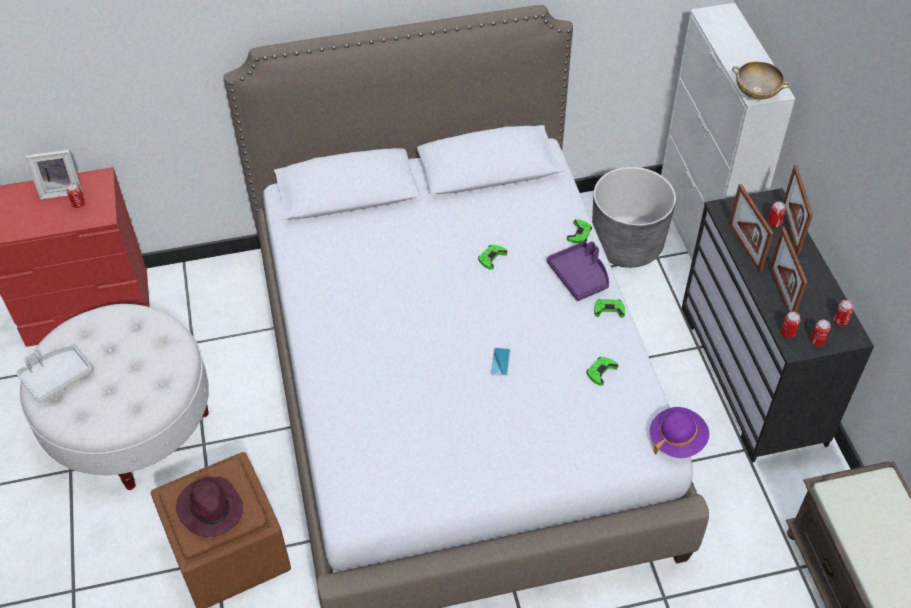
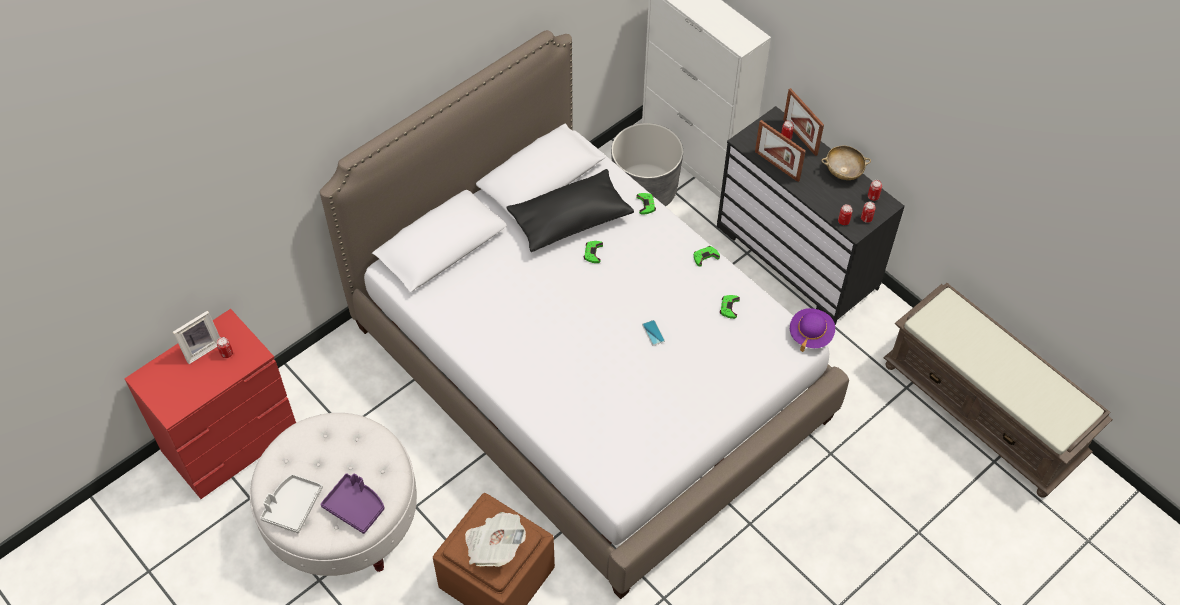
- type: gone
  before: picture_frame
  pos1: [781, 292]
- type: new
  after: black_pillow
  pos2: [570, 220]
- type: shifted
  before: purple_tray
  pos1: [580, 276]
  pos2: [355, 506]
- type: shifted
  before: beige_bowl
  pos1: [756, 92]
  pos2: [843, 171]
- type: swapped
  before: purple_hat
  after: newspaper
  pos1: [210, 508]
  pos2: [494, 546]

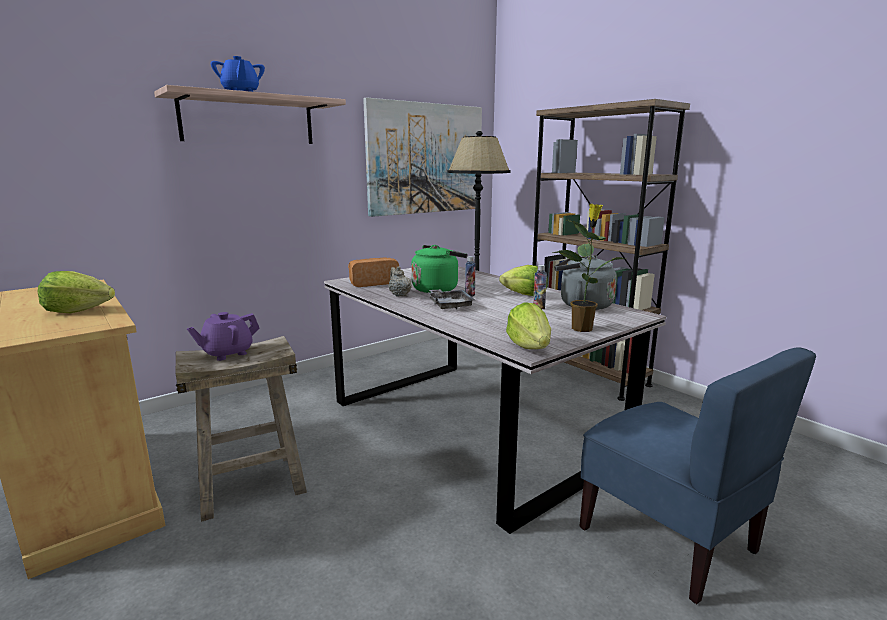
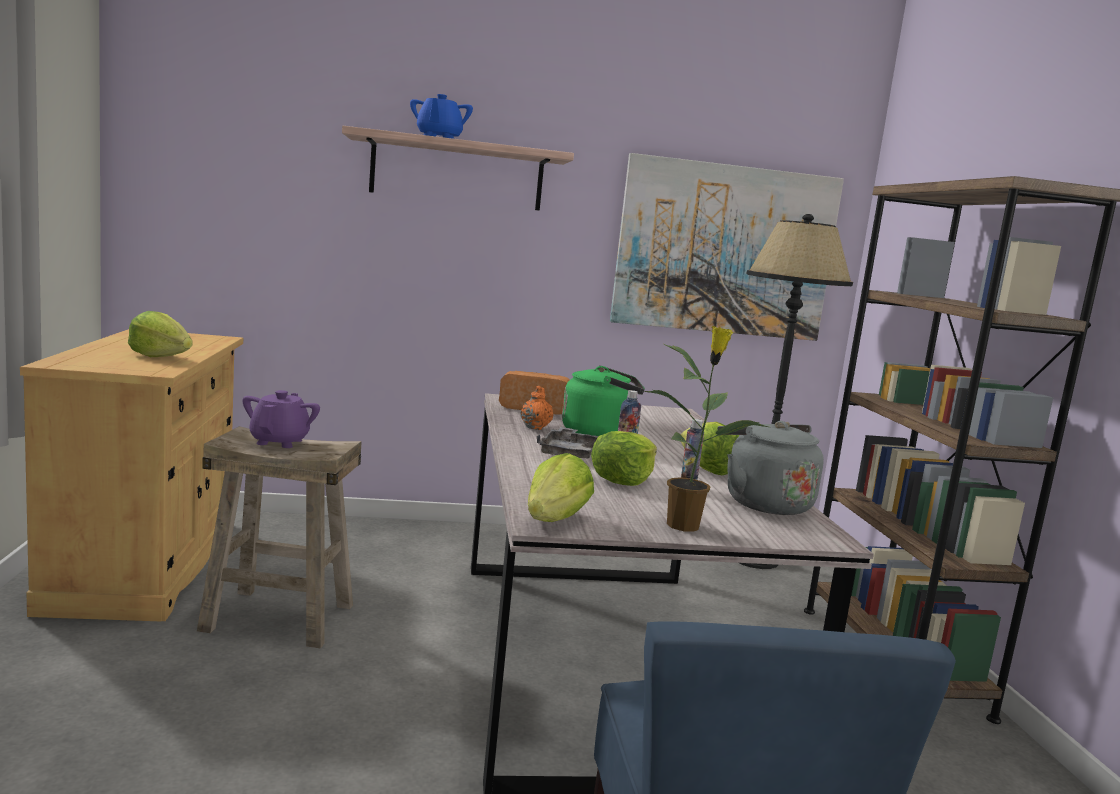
- type: new
  after: lettuce
  pos2: [623, 479]
- type: repainted
  before: beige_teapot
  after: orange_teapot
  pos1: [399, 295]
  pos2: [535, 427]
- type: rotated
  before: purple_teapot
  pos1: [227, 353]
  pos2: [280, 441]
  turn: 105

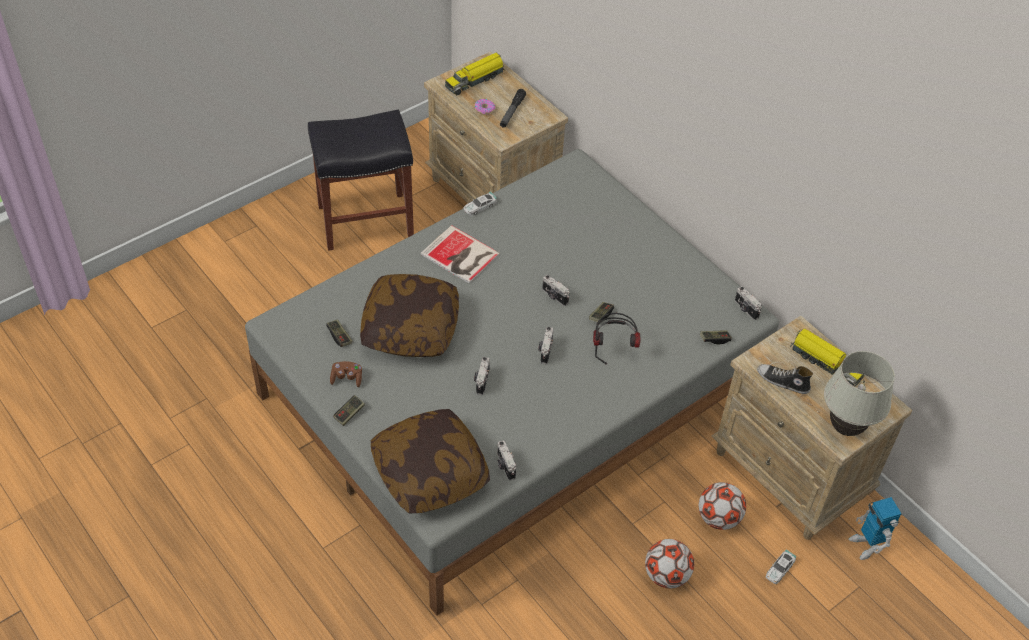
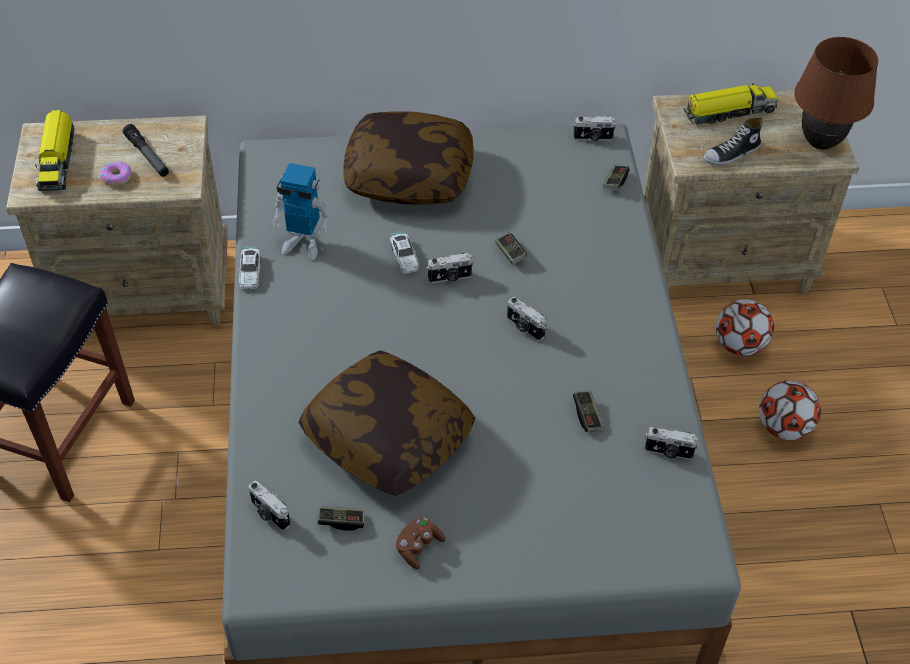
- type: gone
  before: book
  pos1: [460, 256]
- type: gone
  before: headphones
  pos1: [614, 348]
- type: shifted
  before: game_controller
  pos1: [349, 414]
  pos2: [587, 416]
- type: shifted
  before: pillow
  pos1: [430, 472]
  pos2: [409, 175]
- type: shifted
  before: photo_camera
  pos1: [481, 381]
  pos2: [269, 514]
- type: shifted
  before: toy_car
  pos1: [779, 569]
  pos2: [404, 257]
- type: shifted
  before: toy_robot
  pos1: [867, 545]
  pos2: [303, 244]
- type: repainted
  before: white_table_lamp
  after: brown_table_lamp
  pos1: [846, 428]
  pos2: [820, 143]

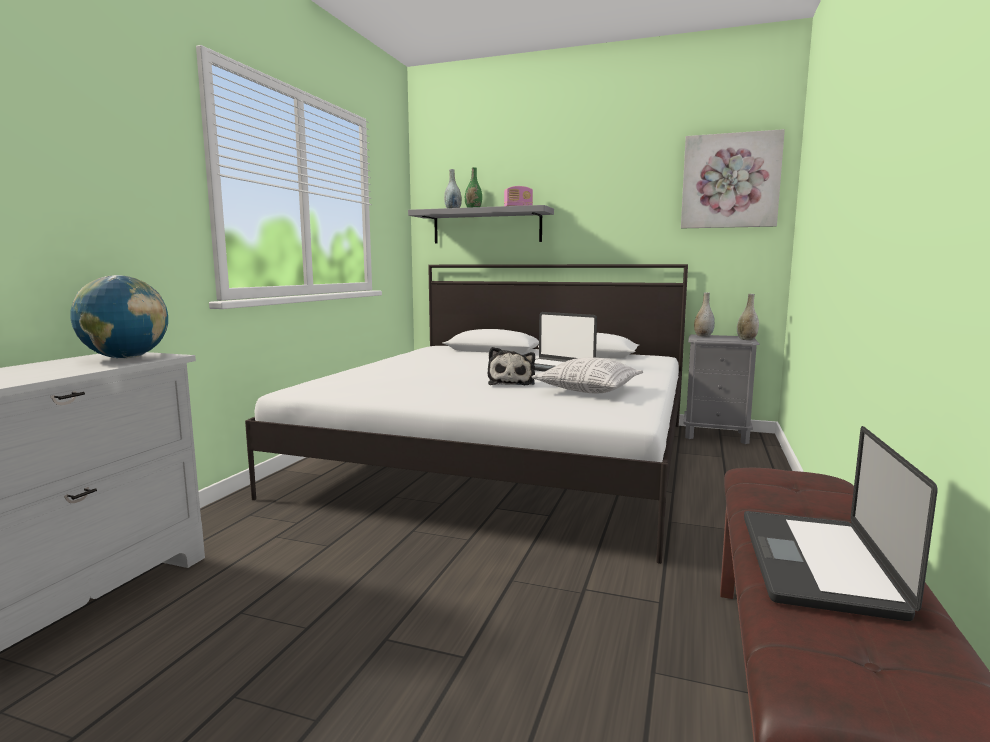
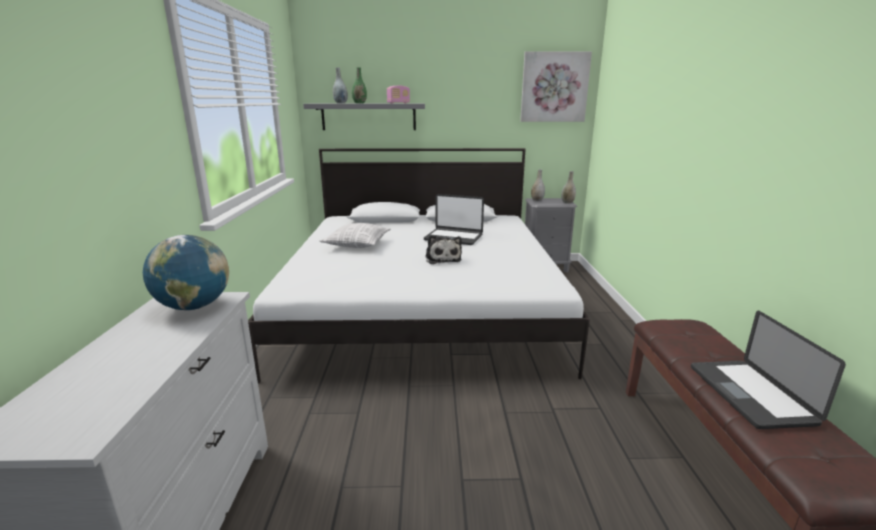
- type: shifted
  before: pillow
  pos1: [588, 390]
  pos2: [357, 244]

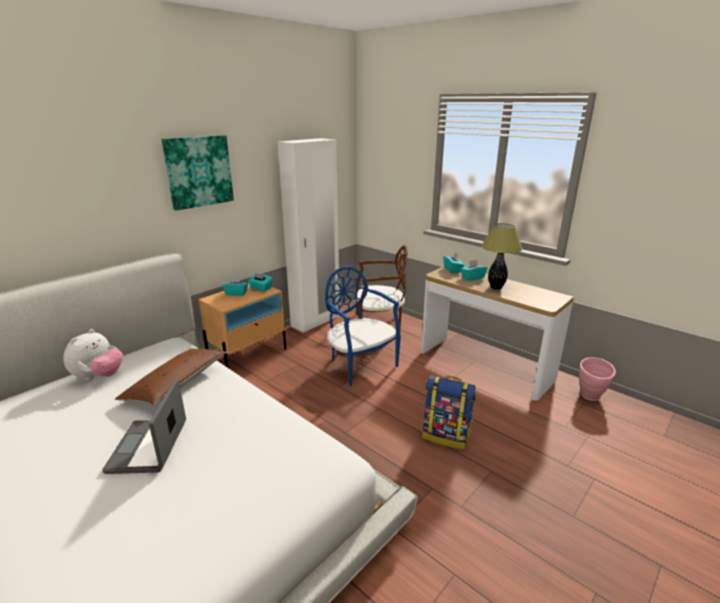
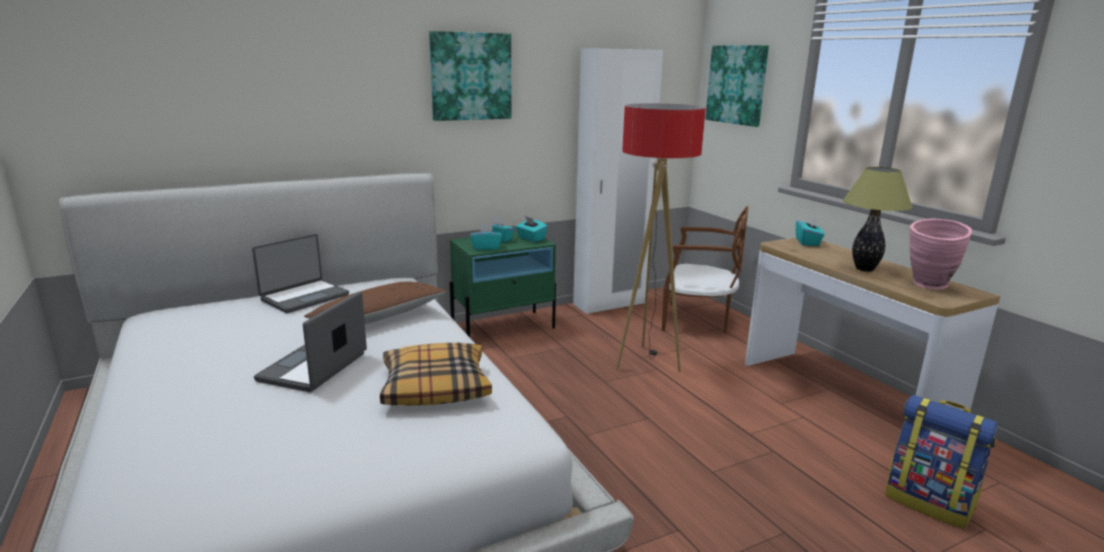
- type: new
  after: pillow
  pos2: [435, 386]
- type: new
  after: picture
  pos2: [737, 85]
- type: shifted
  before: backpack
  pos1: [446, 436]
  pos2: [929, 502]
- type: shifted
  before: turquoise_tissue_box
  pos1: [472, 278]
  pos2: [486, 247]
- type: shifted
  before: pink_vase
  pos1: [590, 398]
  pos2: [928, 286]
- type: swapped
  before: plush_toy
  after: laptop
  pos1: [99, 376]
  pos2: [304, 297]
- type: swapped
  before: blue_chair
  after: floor_lamp
  pos1: [360, 364]
  pos2: [646, 362]
- type: repainted
  before: beige_nightstand
  after: green_nightstand
  pos1: [248, 355]
  pos2: [504, 327]

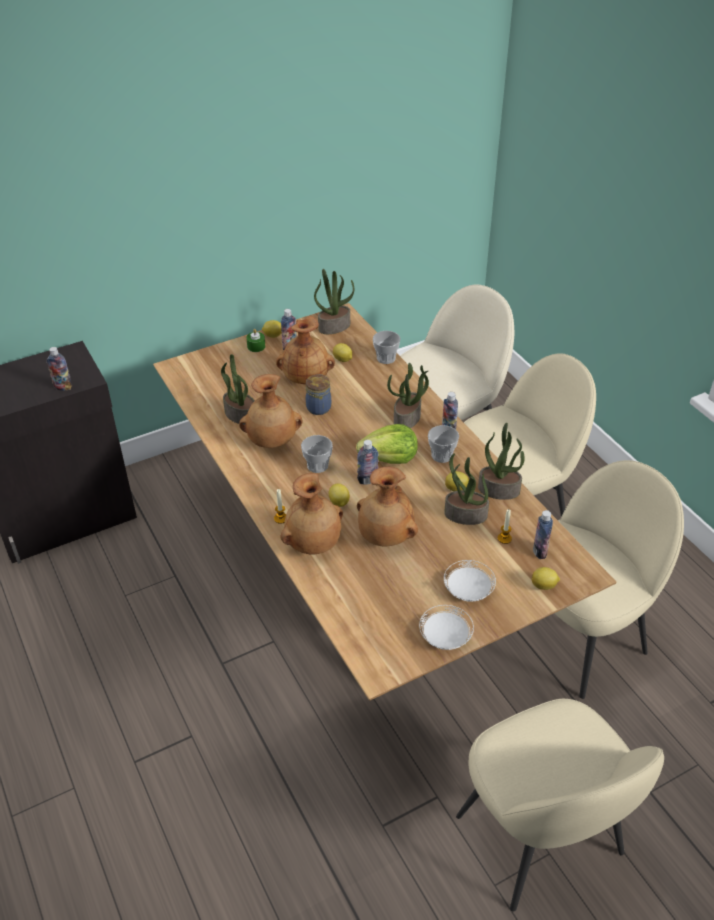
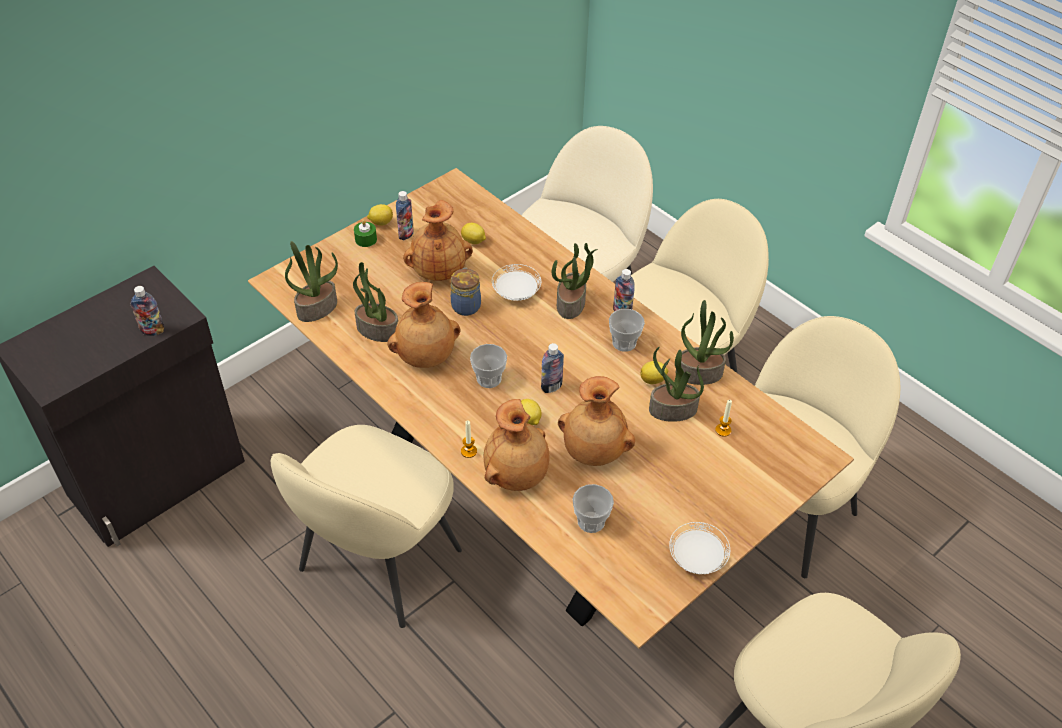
- type: gone
  before: lettuce
  pos1: [390, 458]
- type: gone
  before: lemon
  pos1: [544, 586]
- type: gone
  before: bottle
  pos1: [539, 551]
- type: new
  after: beige_chair
  pos2: [377, 563]
- type: shifted
  before: potted_plant
  pos1: [334, 326]
  pos2: [317, 308]
- type: shifted
  before: cup
  pos1: [386, 358]
  pos2: [591, 521]
- type: shifted
  before: white_plate
  pos1: [468, 590]
  pos2: [516, 292]

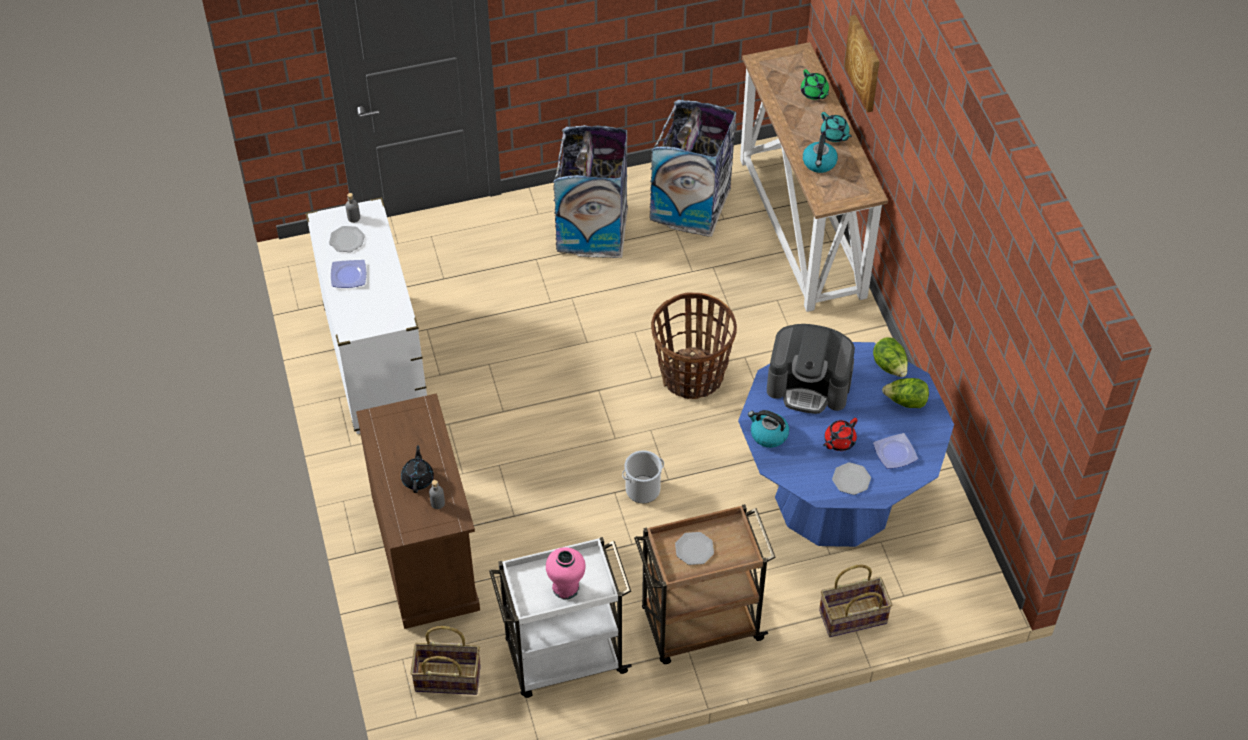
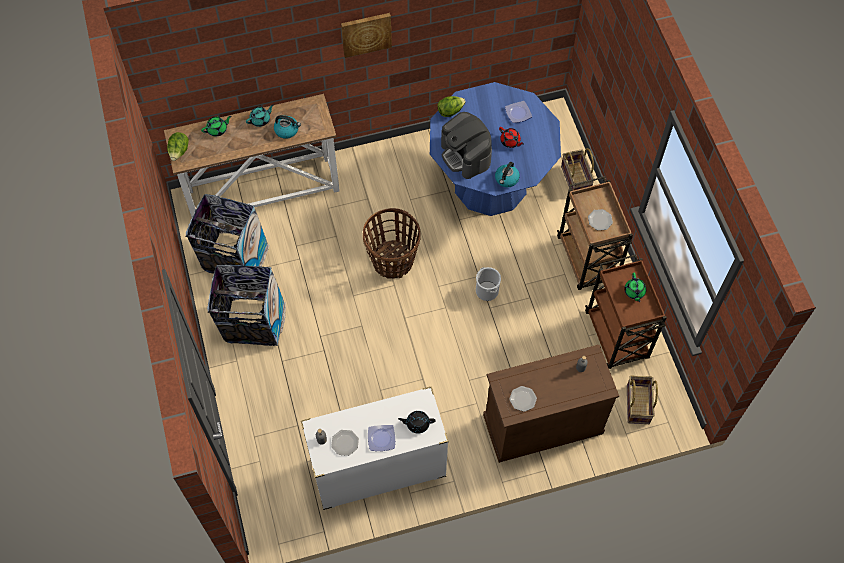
- type: shifted
  before: black_teapot
  pos1: [418, 478]
  pos2: [417, 423]
- type: shifted
  before: plate
  pos1: [851, 479]
  pos2: [522, 399]
- type: shifted
  before: picture
  pos1: [864, 63]
  pos2: [366, 33]
- type: shifted
  before: lettuce
  pos1: [905, 402]
  pos2: [179, 152]
- type: swapped
  before: pink_vase
  after: green_teapot
  pos1: [566, 587]
  pos2: [634, 292]
- type: repainted
  before: white_cart
  after: brown_cart
  pos1: [563, 658]
  pos2: [617, 336]
- type: rotated
  before: coffee_machine
  pos1: [809, 385]
  pos2: [466, 155]
  turn: 135

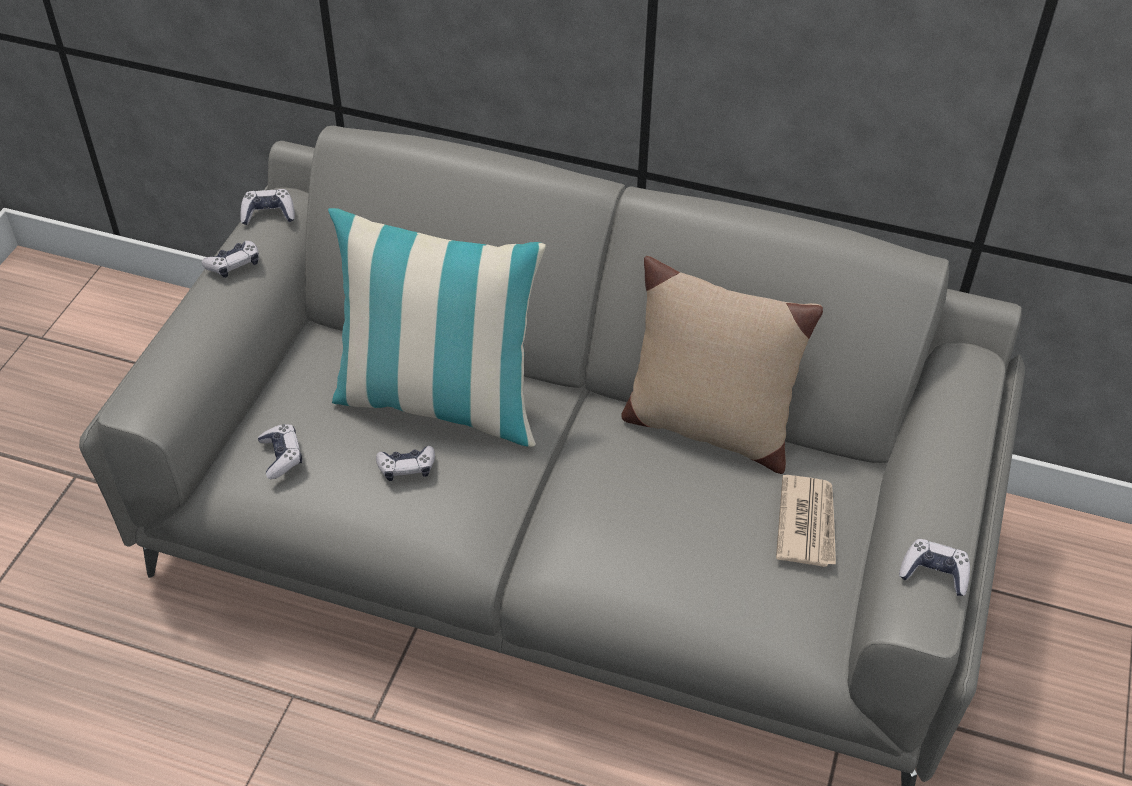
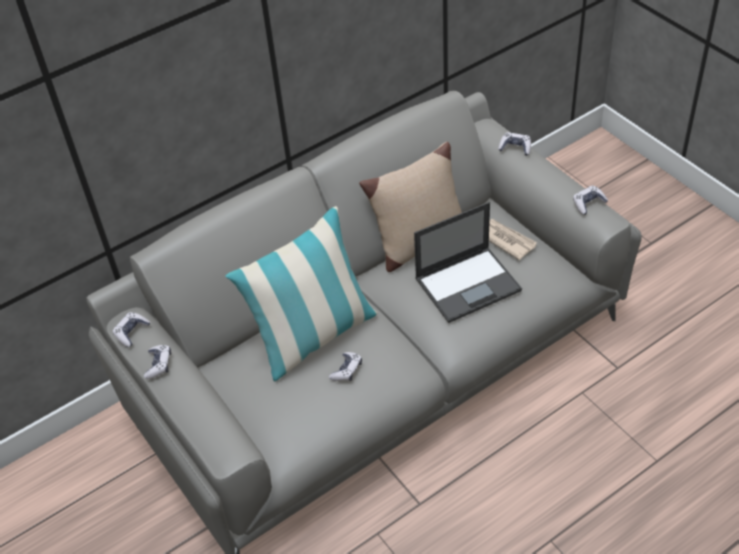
- type: new
  after: laptop
  pos2: [469, 284]
- type: shifted
  before: game_controller
  pos1: [281, 456]
  pos2: [515, 148]

